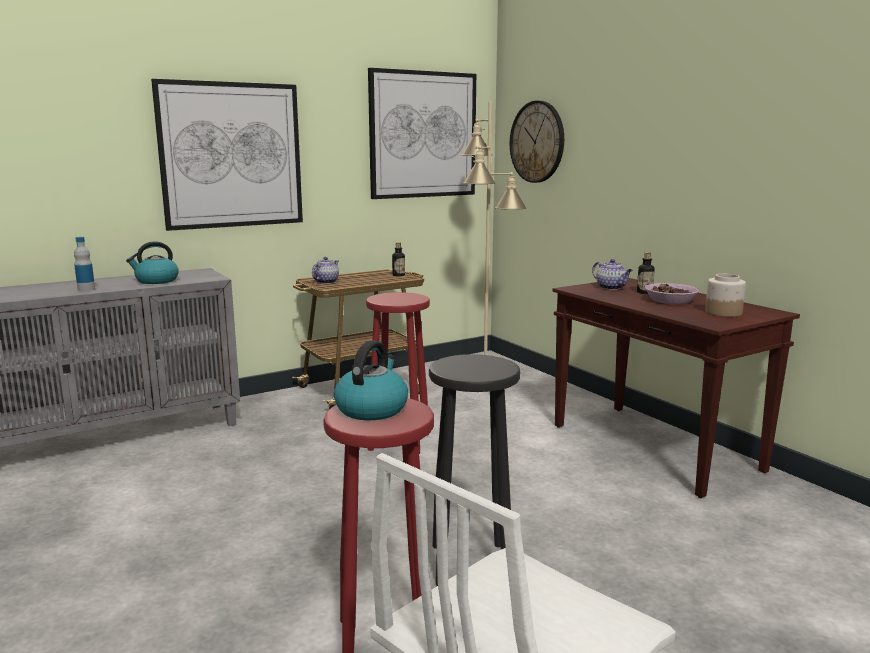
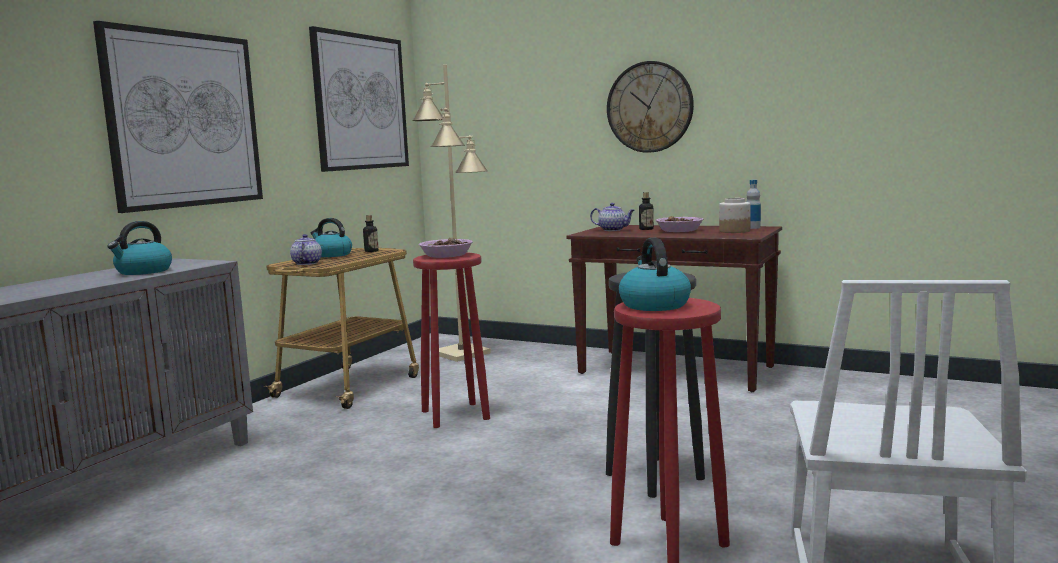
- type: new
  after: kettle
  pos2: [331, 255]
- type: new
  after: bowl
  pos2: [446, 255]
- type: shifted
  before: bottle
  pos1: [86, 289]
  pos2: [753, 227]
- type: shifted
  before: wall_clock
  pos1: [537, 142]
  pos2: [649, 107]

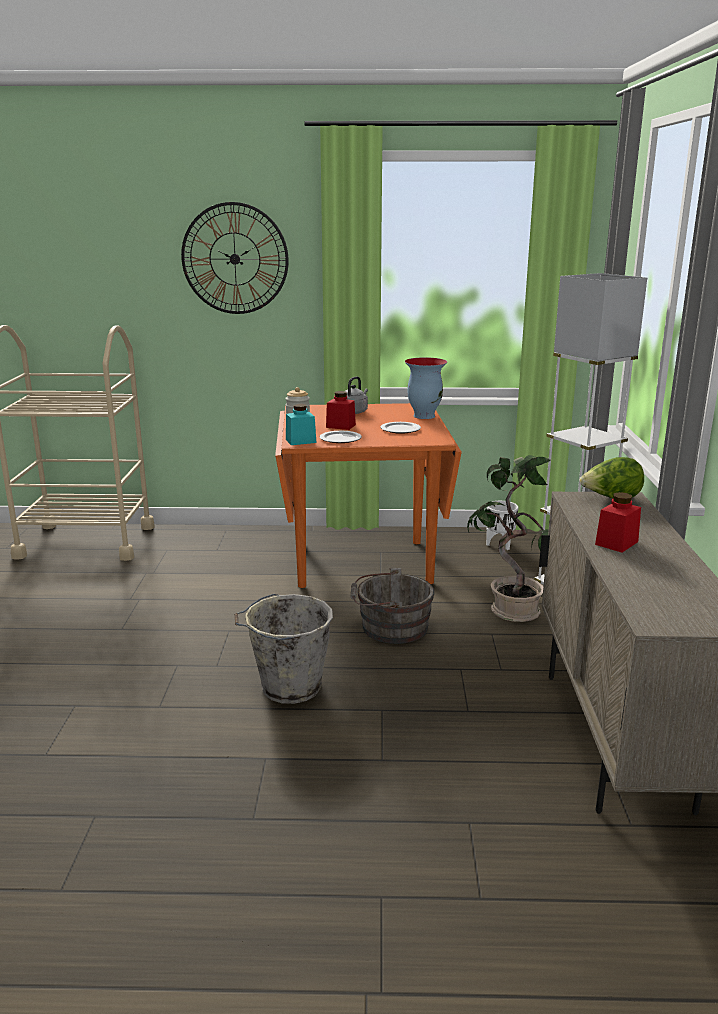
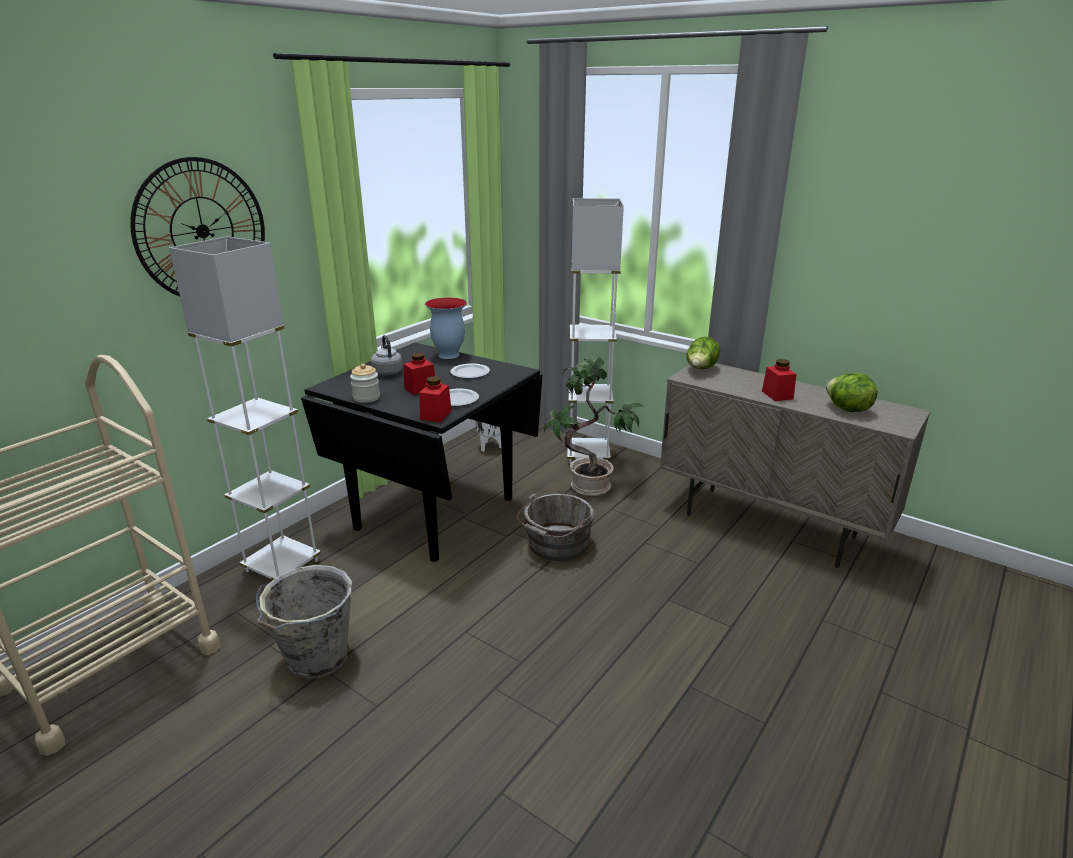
- type: new
  after: white_floor_lamp
  pos2: [282, 566]
- type: new
  after: lettuce
  pos2: [847, 410]
- type: shifted
  before: grey_bucket
  pos1: [288, 687]
  pos2: [315, 659]
- type: repainted
  before: orange_dining_table
  after: black_dining_table
  pos1: [362, 563]
  pos2: [436, 513]
- type: repainted
  before: turquoise_jar
  after: red_jar
  pos1: [301, 441]
  pos2: [436, 415]

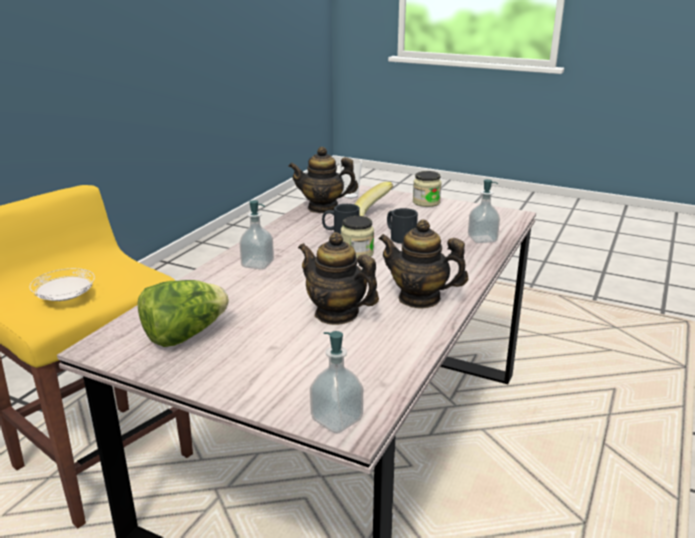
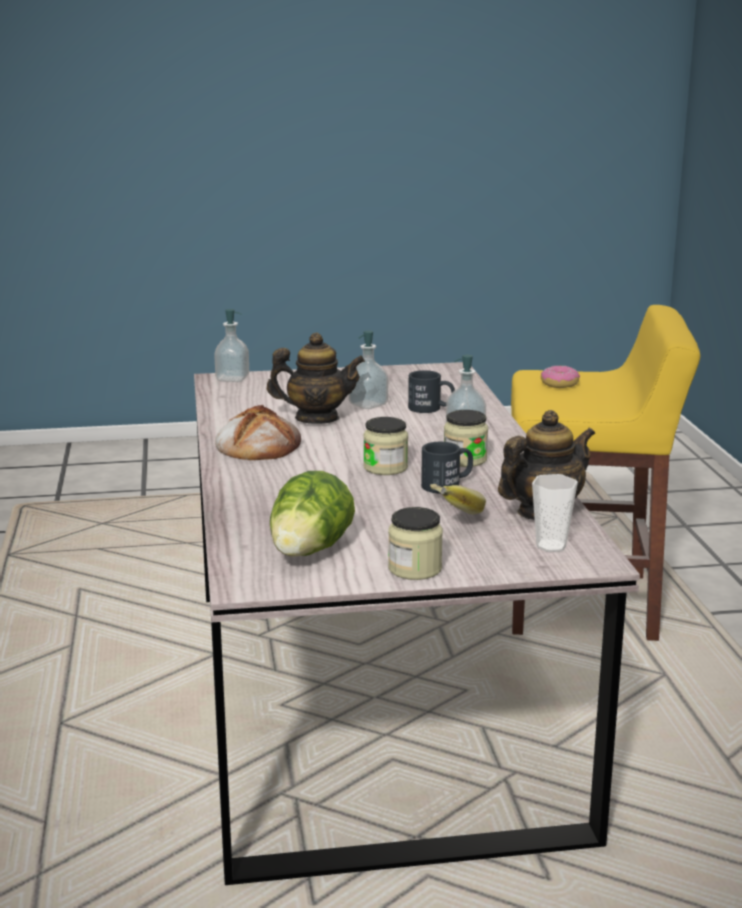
- type: new
  after: jar
  pos2: [465, 459]
- type: shifted
  before: lettuce
  pos1: [185, 335]
  pos2: [309, 552]
- type: shifted
  before: black_mug
  pos1: [399, 236]
  pos2: [431, 408]
- type: shifted
  before: soap_dispenser
  pos1: [482, 239]
  pos2: [368, 404]
- type: swapped
  before: white_plate
  after: donut
  pos1: [65, 299]
  pos2: [559, 384]
- type: swapped
  before: teapot
  after: bread
  pos1: [419, 298]
  pos2: [258, 445]

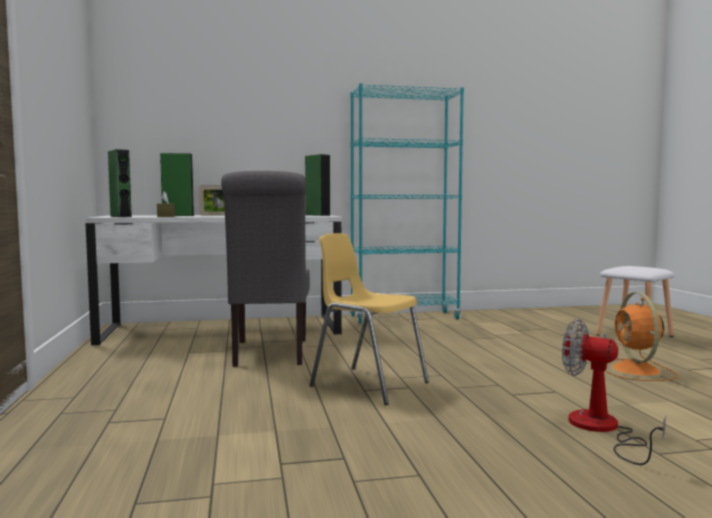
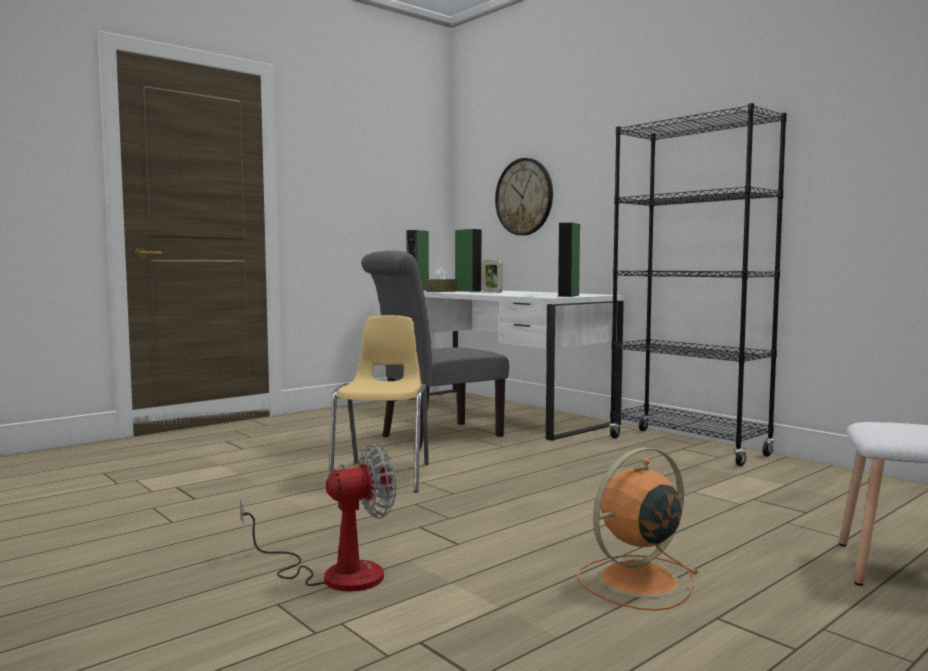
- type: new
  after: wall_clock
  pos2: [524, 197]
- type: repainted
  before: turquoise_bookcase
  after: black_bookcase
  pos1: [404, 318]
  pos2: [687, 446]
- type: rotated
  before: fan
  pos1: [601, 430]
  pos2: [334, 573]
  turn: 60

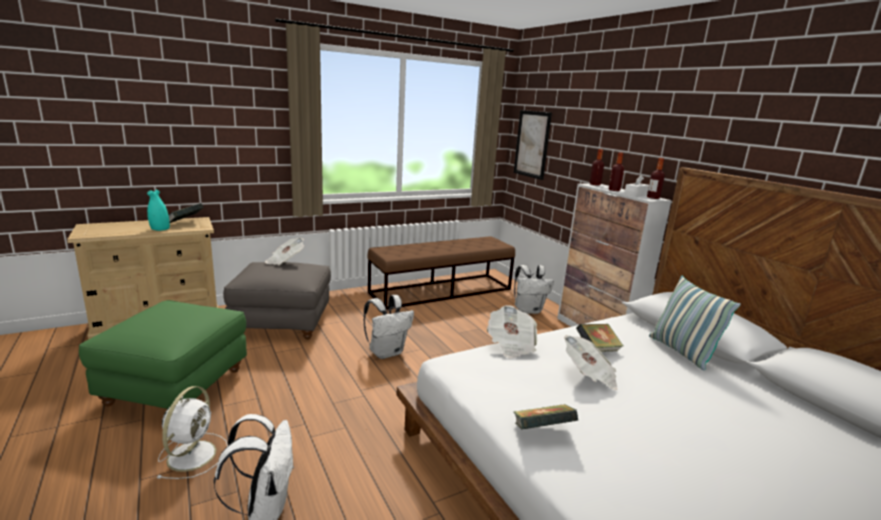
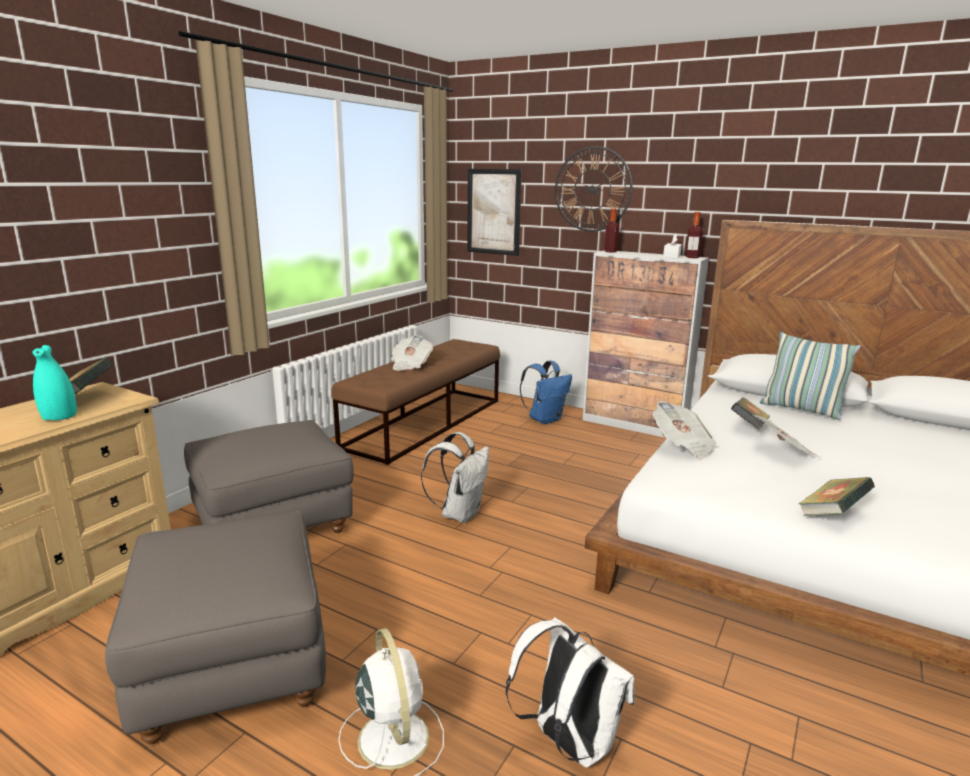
- type: gone
  before: bottle
  pos1: [614, 190]
- type: new
  after: wall_clock
  pos2: [592, 189]
- type: shifted
  before: newspaper
  pos1: [285, 261]
  pos2: [410, 365]
- type: repainted
  before: green_ottoman
  after: grey_ottoman
  pos1: [176, 387]
  pos2: [232, 666]
- type: repainted
  before: white_backpack
  after: blue_backpack
  pos1: [528, 310]
  pos2: [545, 419]

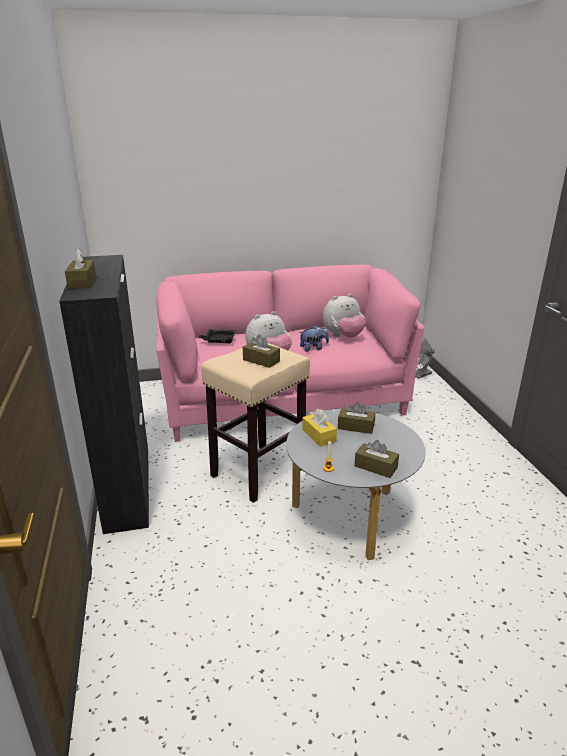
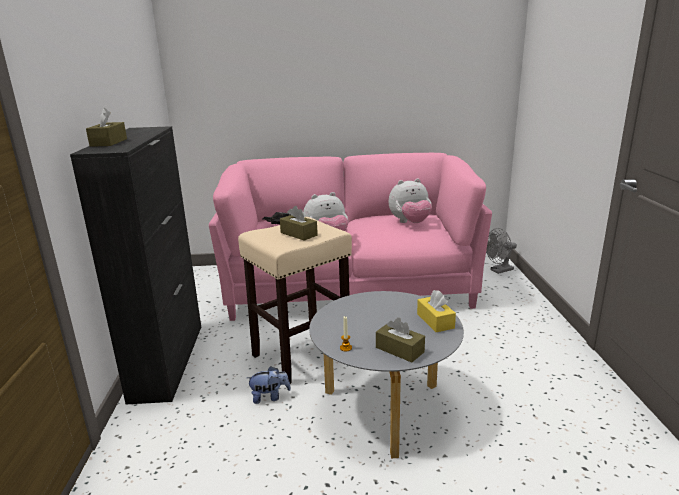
- type: gone
  before: brown_tissue_box
  pos1: [356, 427]
- type: shifted
  before: plush_toy
  pos1: [313, 348]
  pos2: [269, 397]
- type: shifted
  before: yellow_tissue_box
  pos1: [319, 435]
  pos2: [435, 321]

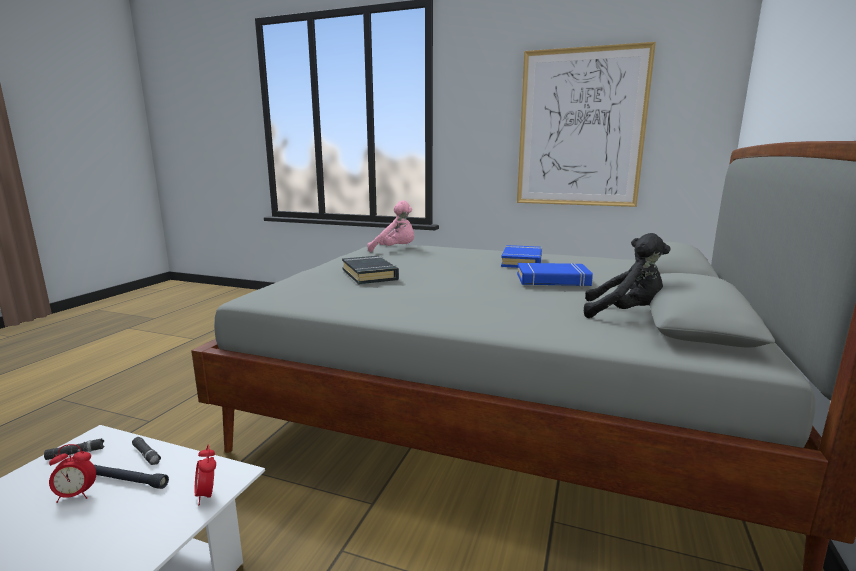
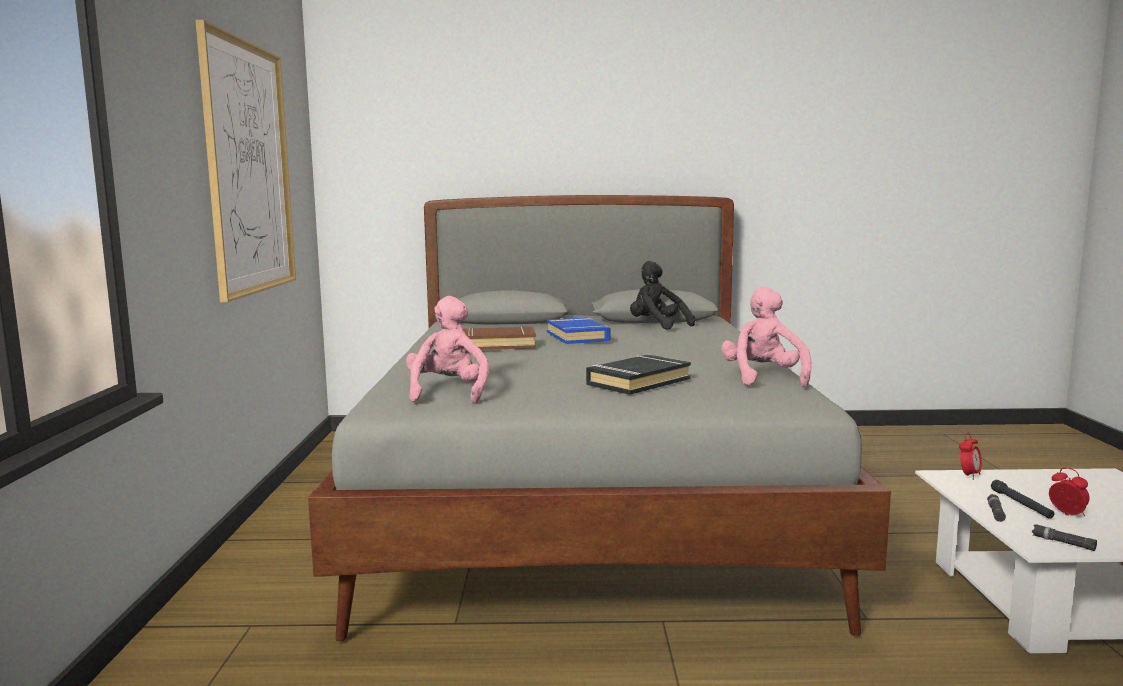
- type: new
  after: pink_plush_toy
  pos2: [763, 378]
- type: repainted
  before: blue_book
  after: brown_book
  pos1: [522, 261]
  pos2: [497, 345]
- type: rotated
  before: black_plush_toy
  pos1: [625, 314]
  pos2: [657, 326]
  turn: -45

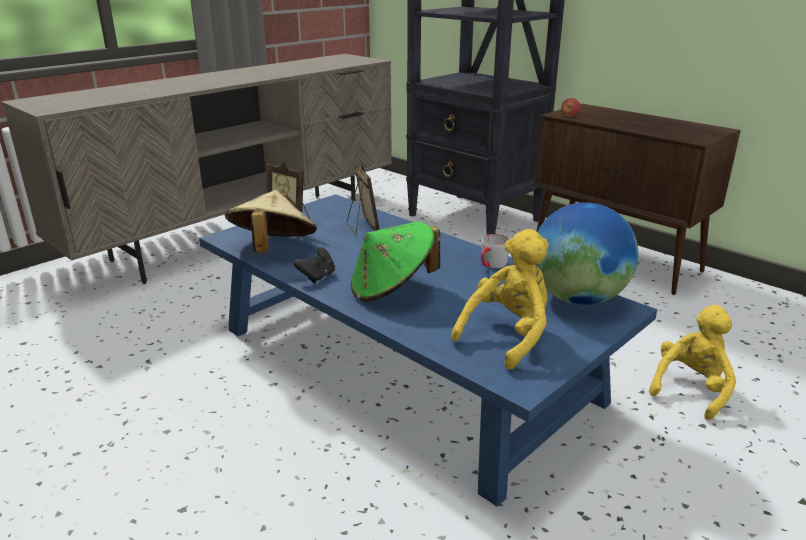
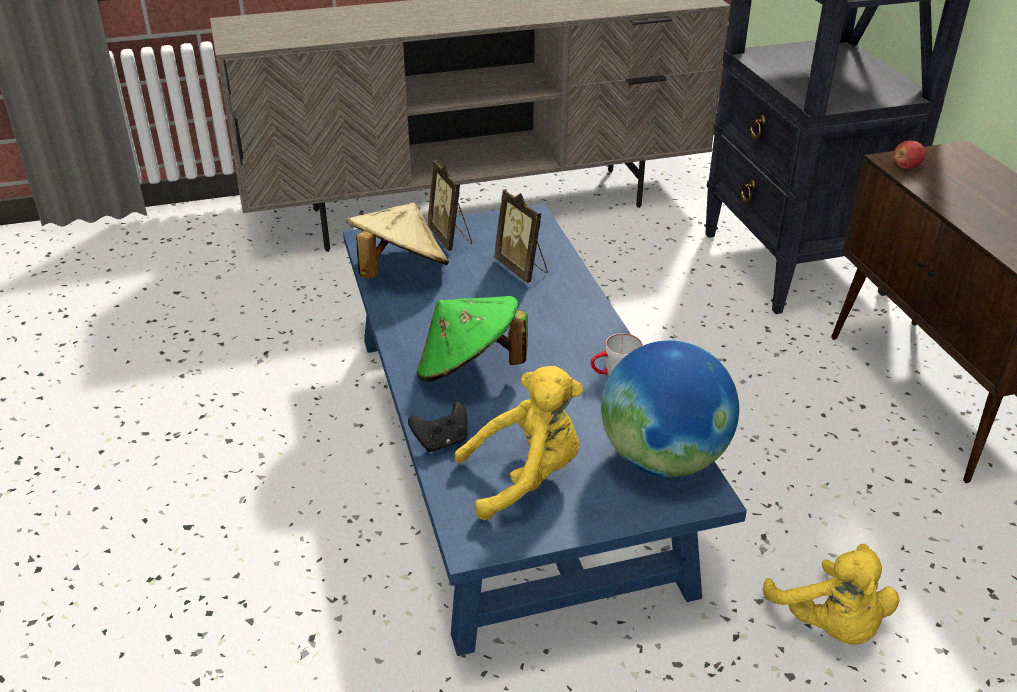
- type: shifted
  before: black_game_controller
  pos1: [317, 277]
  pos2: [441, 442]
- type: rotated
  before: picture_frame
  pos1: [362, 228]
  pos2: [522, 268]
  turn: 135
- type: rotated
  before: yellow_plush_toy
  pos1: [691, 389]
  pos2: [829, 625]
  turn: 90

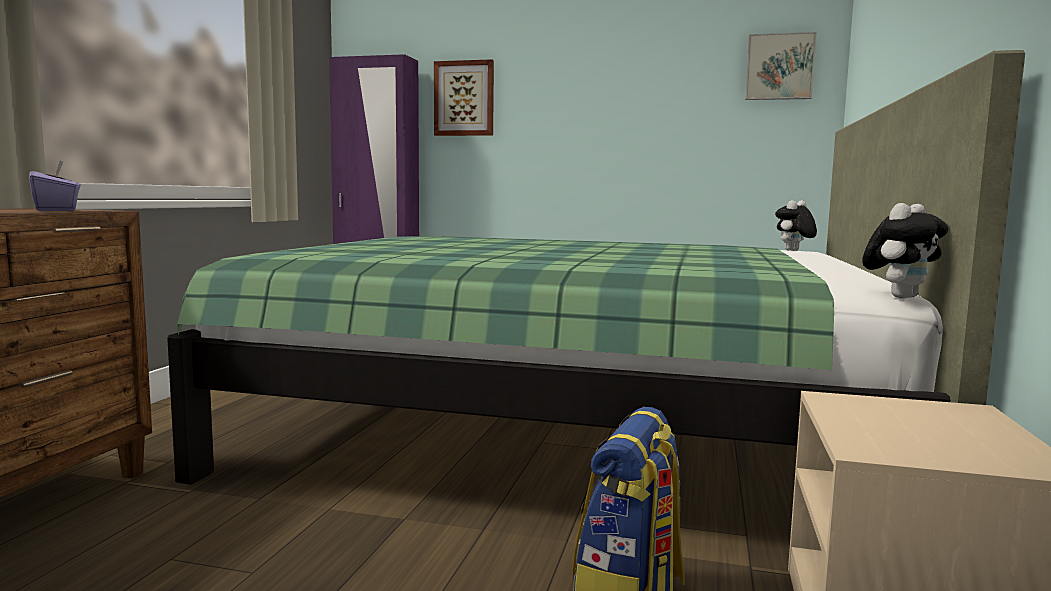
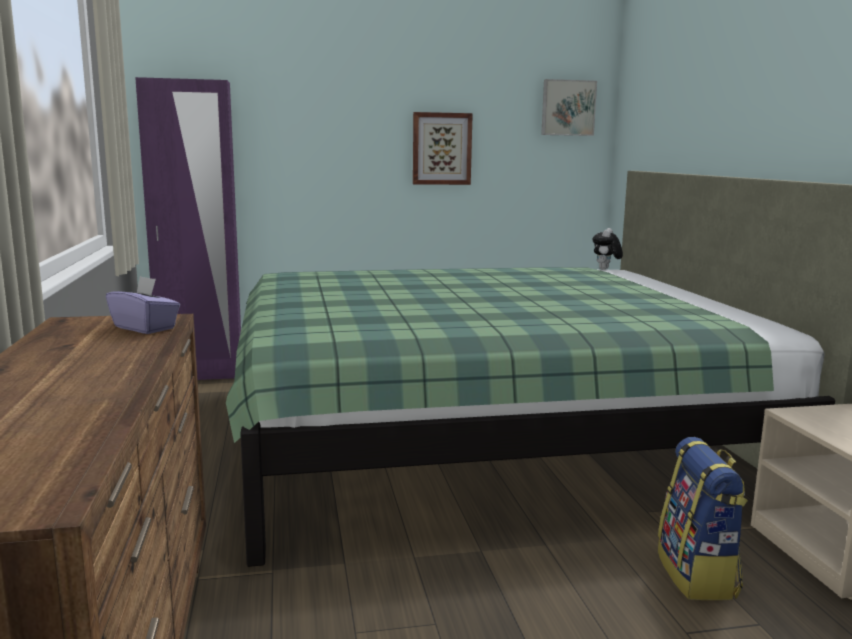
- type: gone
  before: plush_toy
  pos1: [900, 297]
- type: shifted
  before: picture
  pos1: [464, 98]
  pos2: [441, 149]

